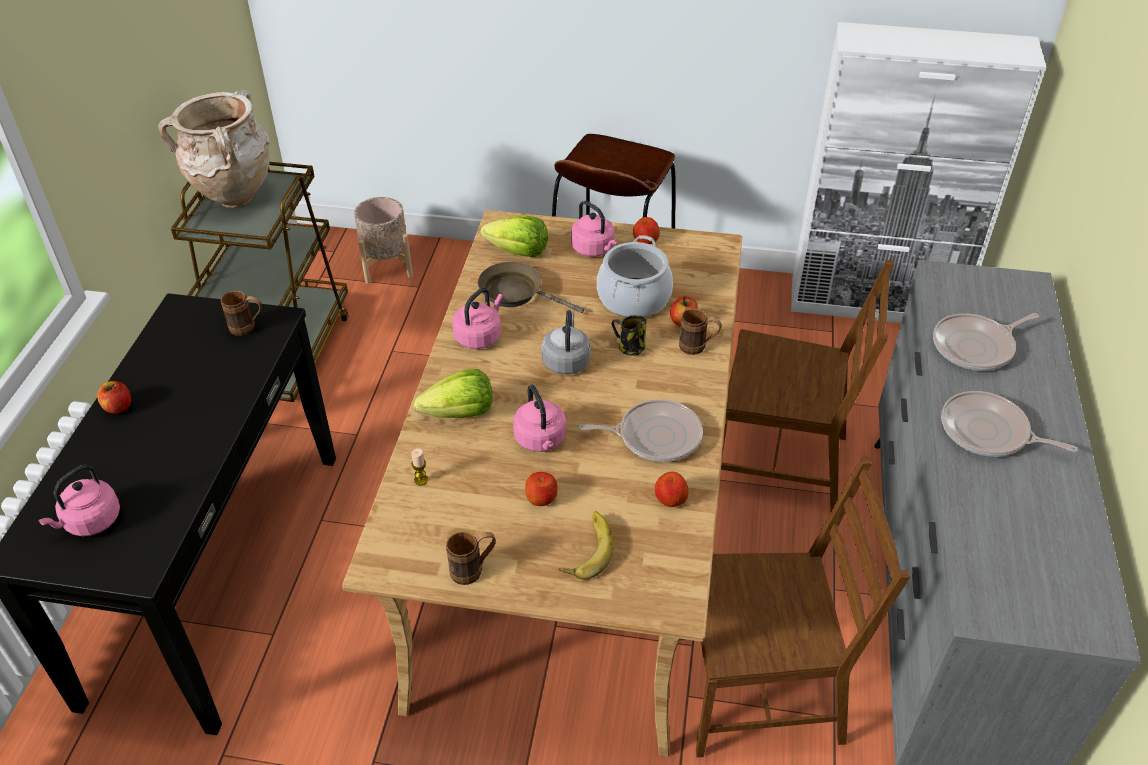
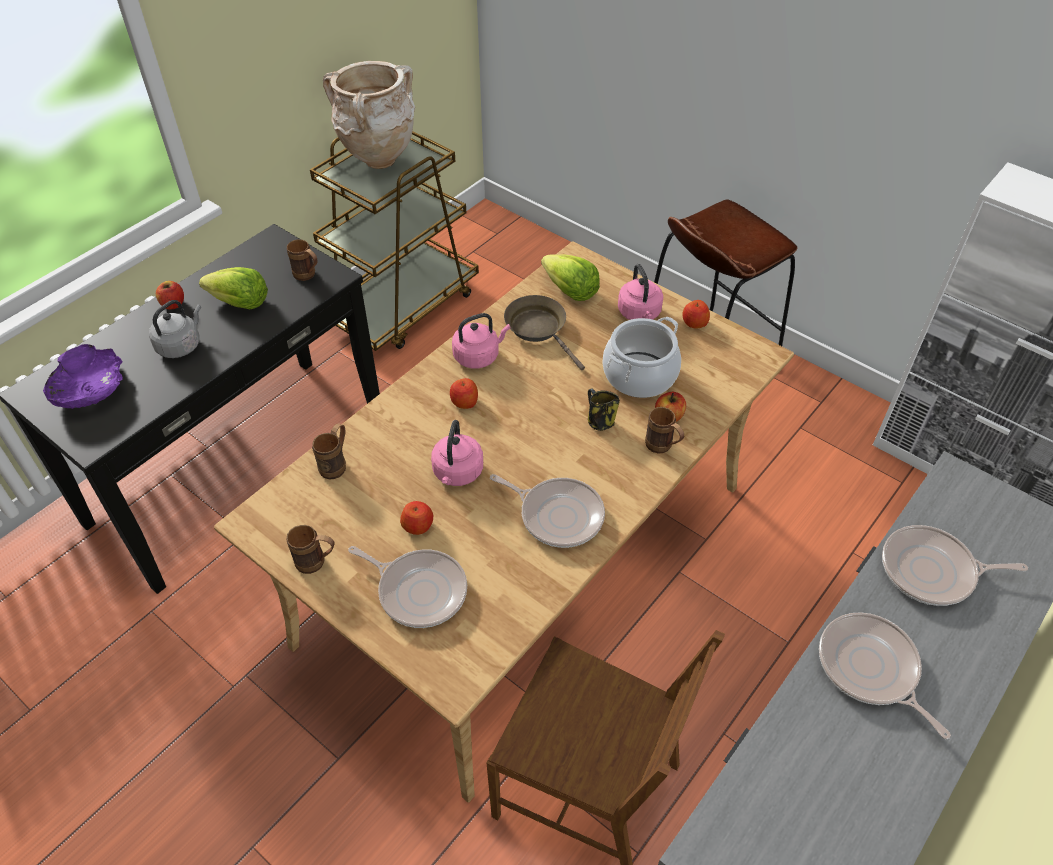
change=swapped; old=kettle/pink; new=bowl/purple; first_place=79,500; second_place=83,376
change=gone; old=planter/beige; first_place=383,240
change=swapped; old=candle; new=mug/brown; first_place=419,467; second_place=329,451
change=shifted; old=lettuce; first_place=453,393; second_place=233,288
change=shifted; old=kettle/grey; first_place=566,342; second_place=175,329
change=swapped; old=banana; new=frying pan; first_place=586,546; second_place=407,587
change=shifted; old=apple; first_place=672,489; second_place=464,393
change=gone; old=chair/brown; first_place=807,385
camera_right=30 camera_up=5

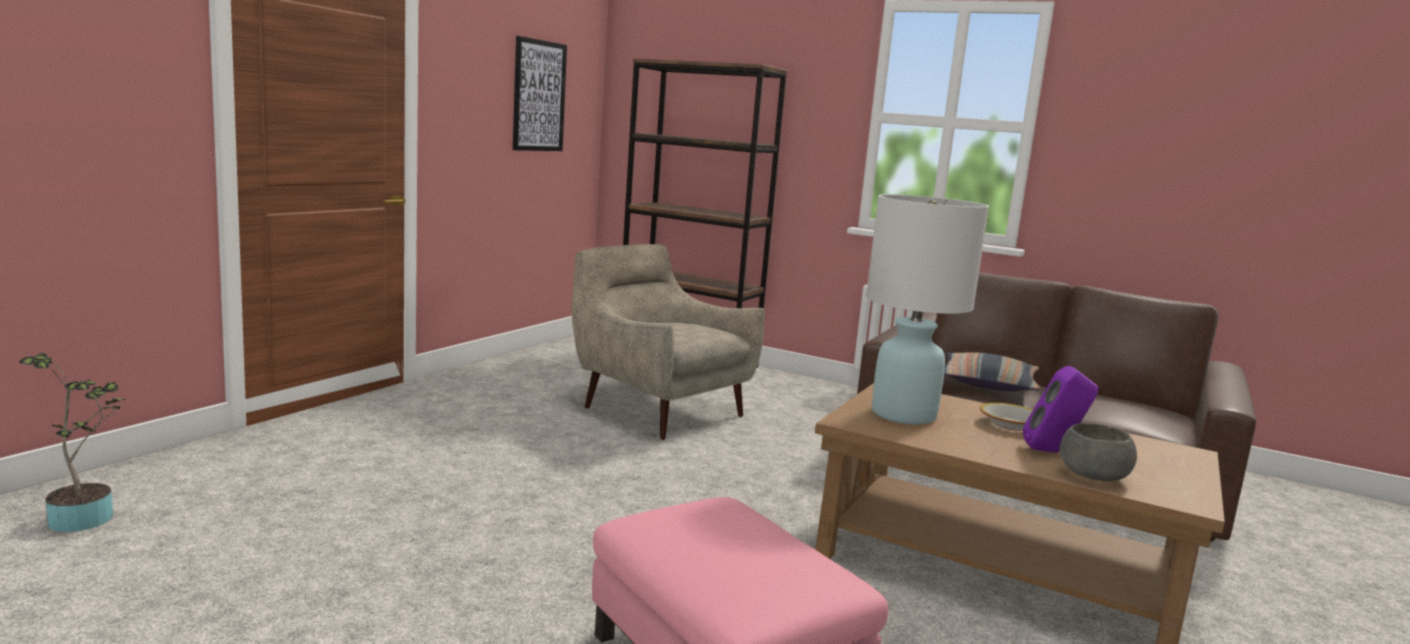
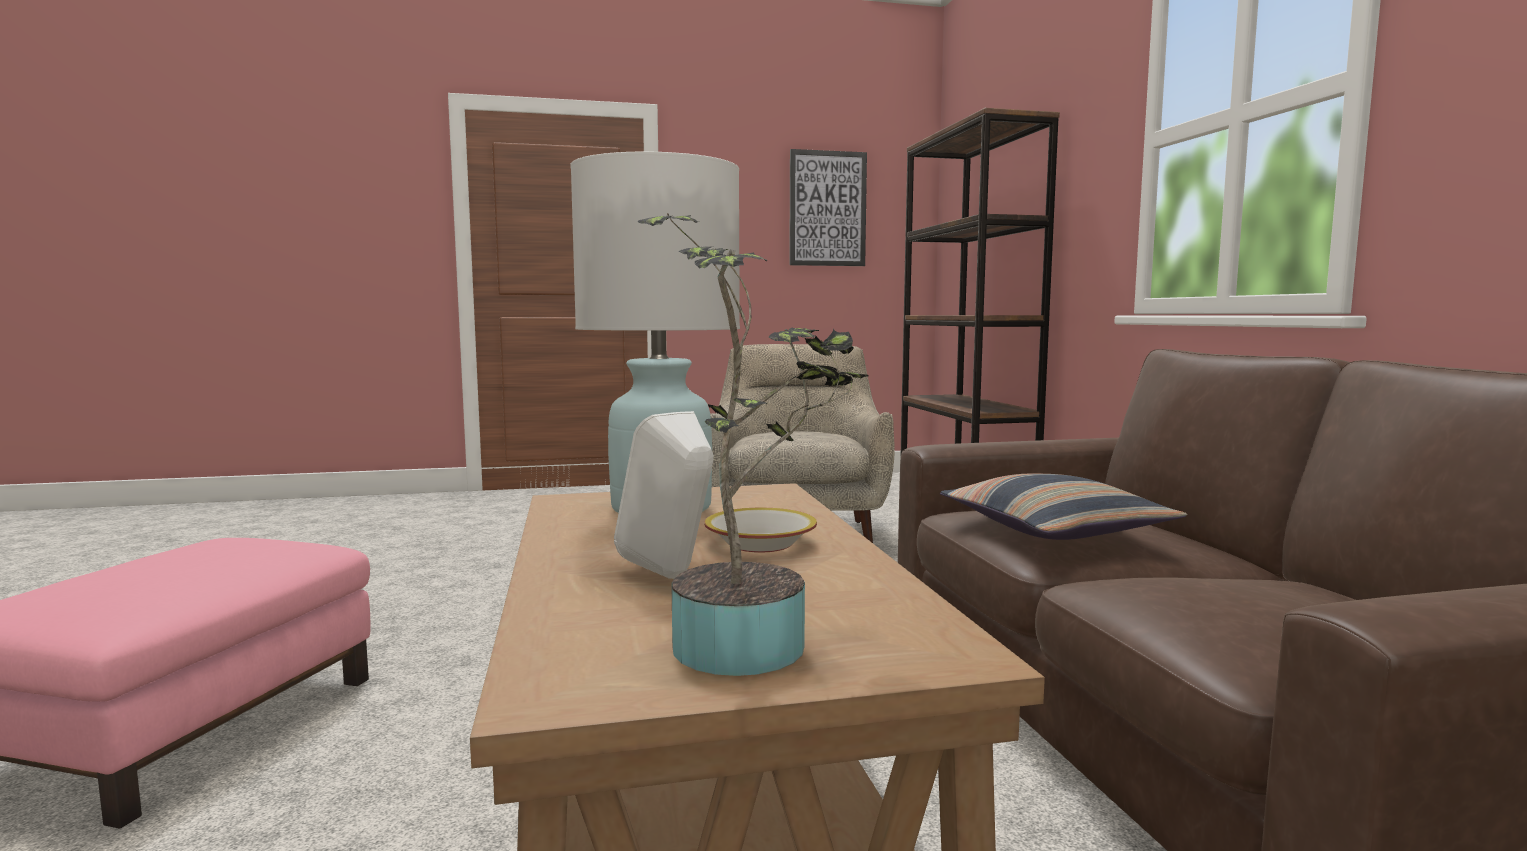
change=shifted; old=potted plant; first_place=72,442; second_place=753,444
change=repainted; old=speaker/purple; new=speaker/white; first_place=1060,409; second_place=664,495
change=gone; old=bowl/grey; first_place=1098,452
camera_right=50 camera_up=-5

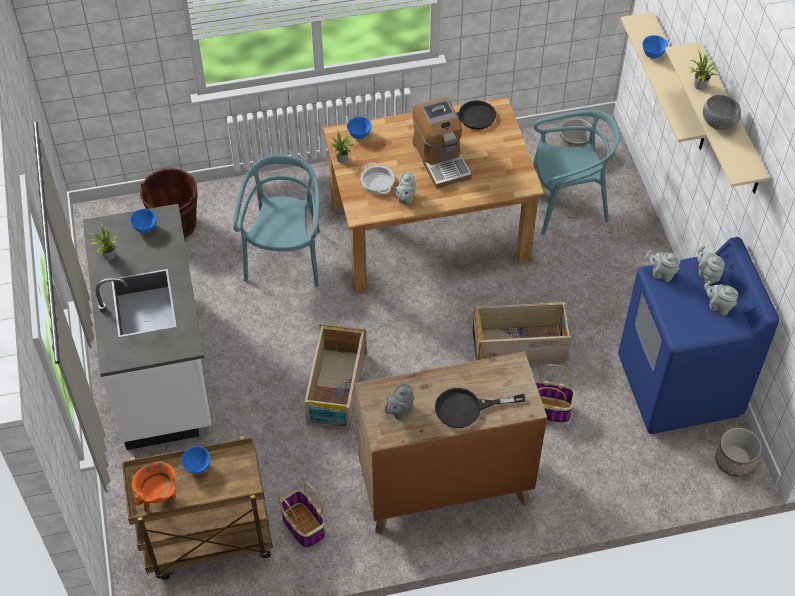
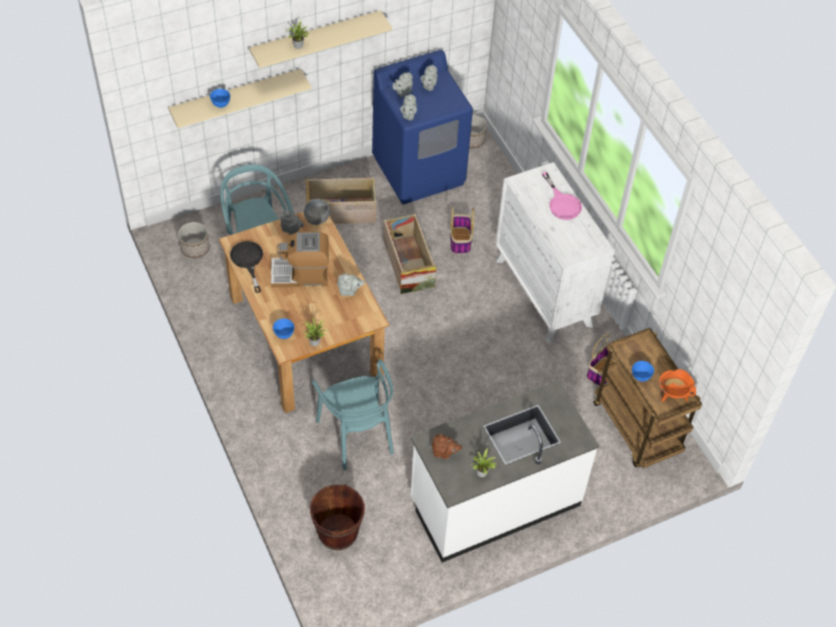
change=swapped; old=bowl/blue; new=teapot/brown; first_place=143,221; second_place=447,446
change=rotated; old=chair/turquoise; first_place=276,221; second_place=353,414; degrees=-105
change=shifted; old=crate; first_place=335,376; second_place=341,201
change=repainted; old=dresser/brown; new=dresser/white; first_place=451,443; second_place=555,253
change=gone; old=cooking pot; first_place=378,178
change=shifted; old=teapot/grey; first_place=399,401; second_place=292,223
change=rotated; old=coffee machine; first_place=442,143; second_place=300,259; degrees=-150
change=repainted; old=frying pan/black; new=frying pan/pink; first_place=480,408; second_place=562,196
change=shifted; old=bowl/grey; first_place=722,112; second_place=317,212
camera_right=-105 camera_up=0

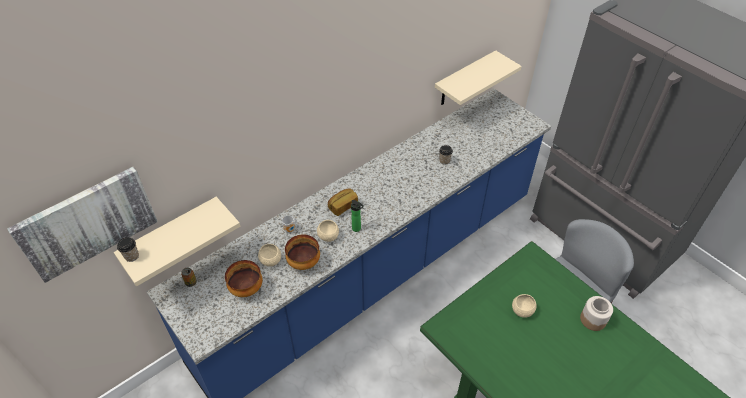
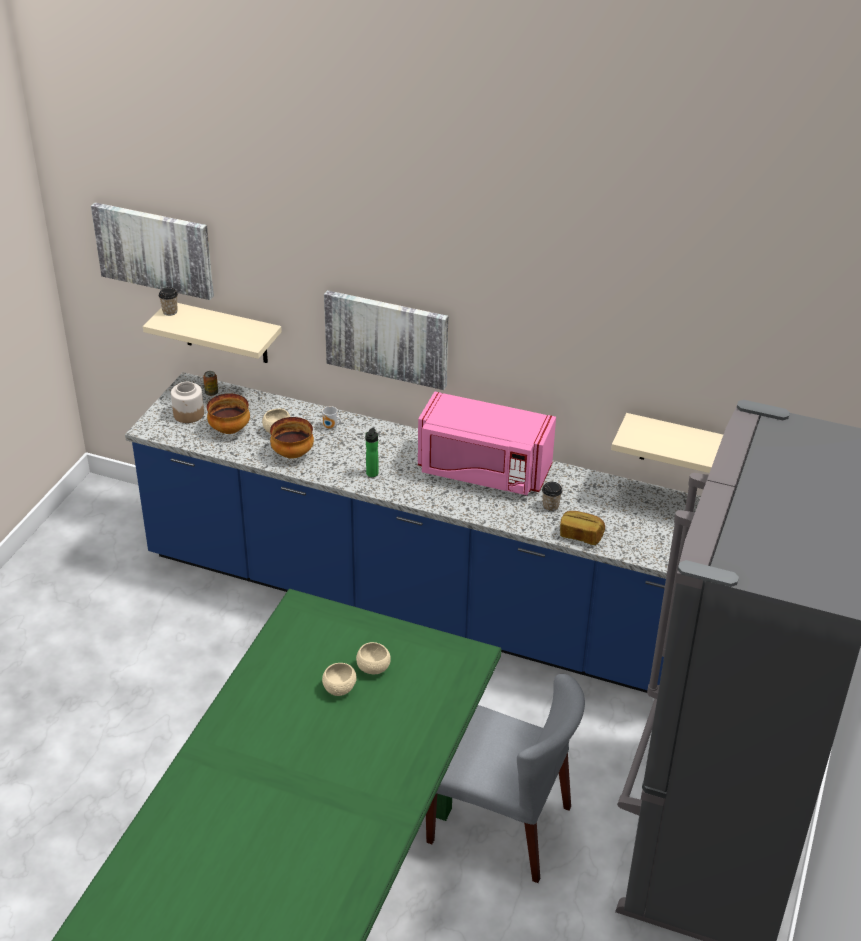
change=shifted; old=bowl/beige; first_place=328,231; second_place=339,679
change=shifted; old=bread; first_place=343,202; second_place=582,528
change=shifted; old=jar; first_place=596,313; second_place=187,402
change=new; new=picture; second_place=386,340
change=new; new=microwave/pink; second_place=487,443
camera_right=60 camera_up=-10

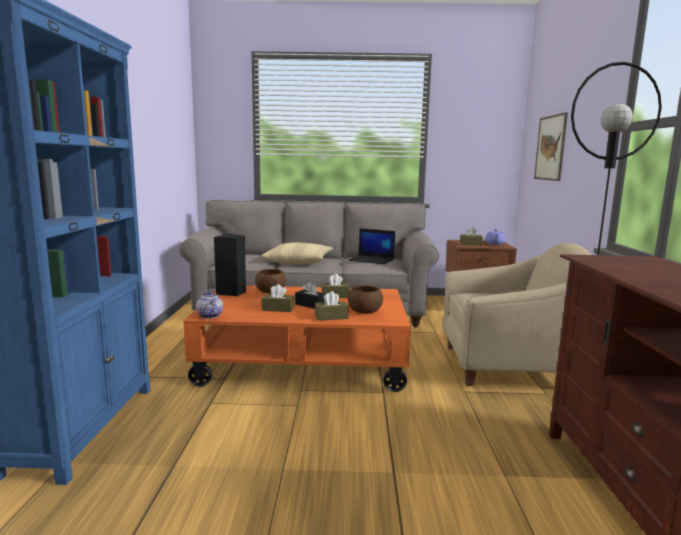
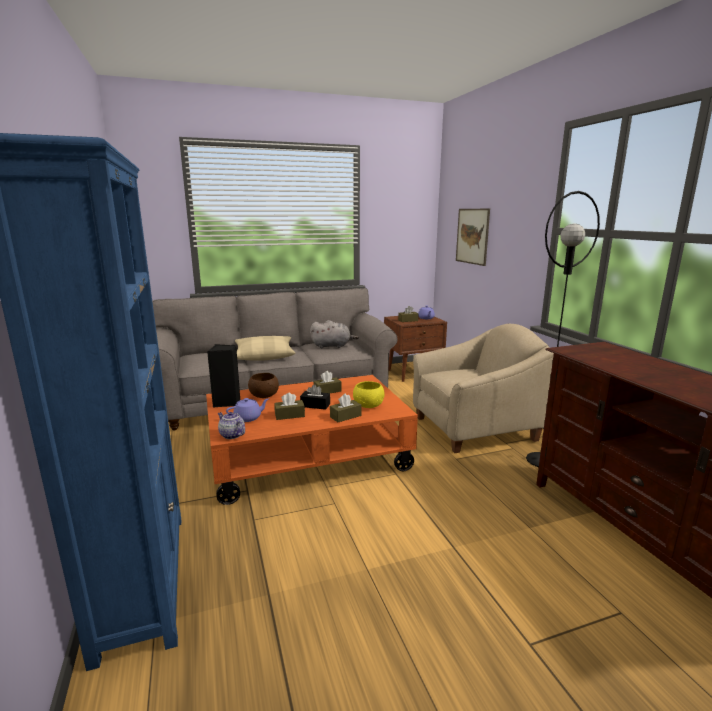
change=repainted; old=bowl/brown; new=bowl/yellow; first_place=365,299; second_place=369,394
change=swapped; old=laptop; new=plush toy/grey; first_place=372,247; second_place=334,334
change=new; new=teapot/purple; second_place=247,410
camera_right=-20 camera_up=5

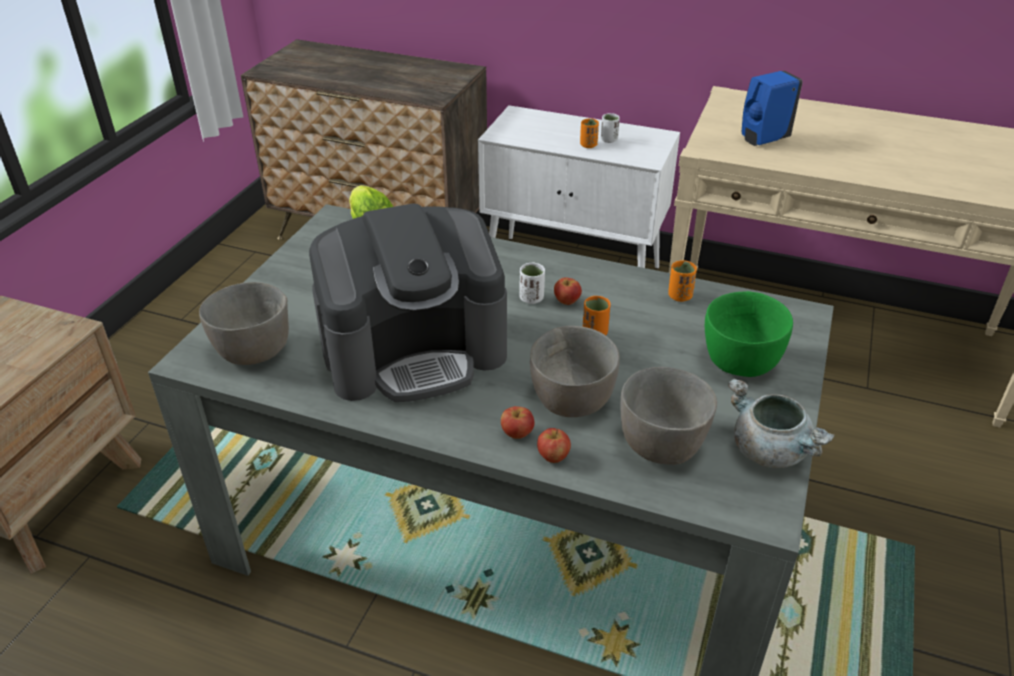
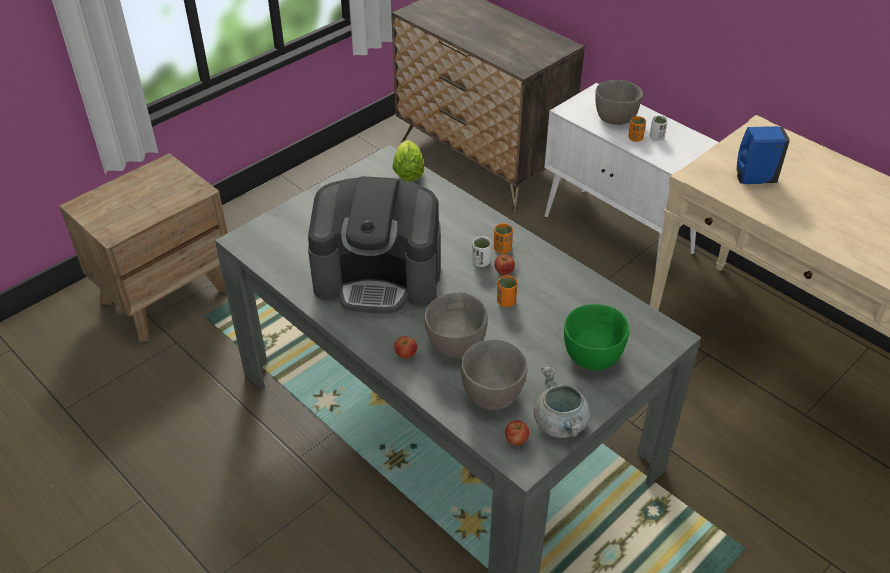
change=shifted; old=bowl/grey; first_place=244,323; second_place=619,102
change=shifted; old=apple; first_place=554,445; second_place=517,433
change=shifted; old=cup/orange; first_place=682,281; second_place=503,238
camera_right=25 camera_up=5

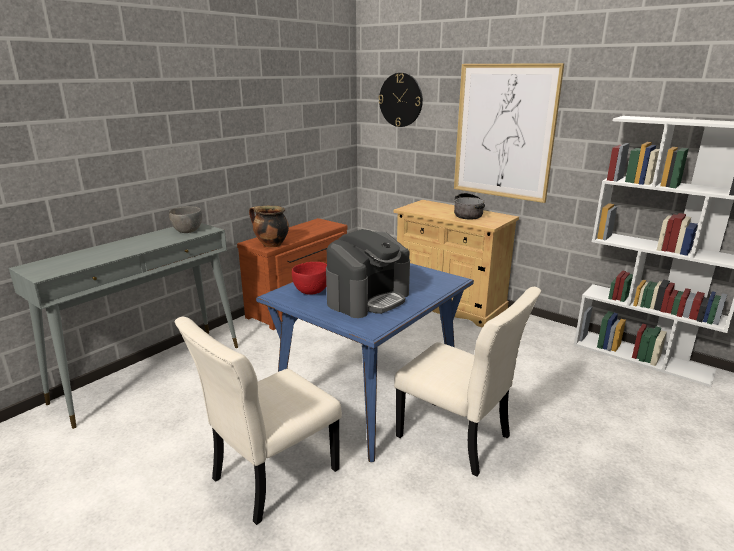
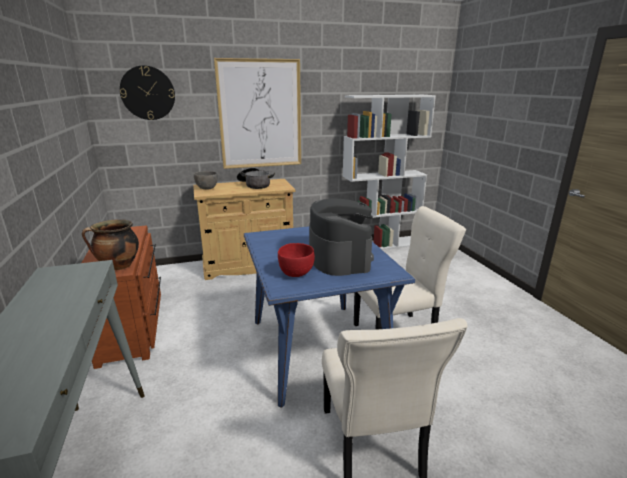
change=shifted; old=bowl/grey; first_place=185,219; second_place=206,180
camera_right=-55 camera_up=0

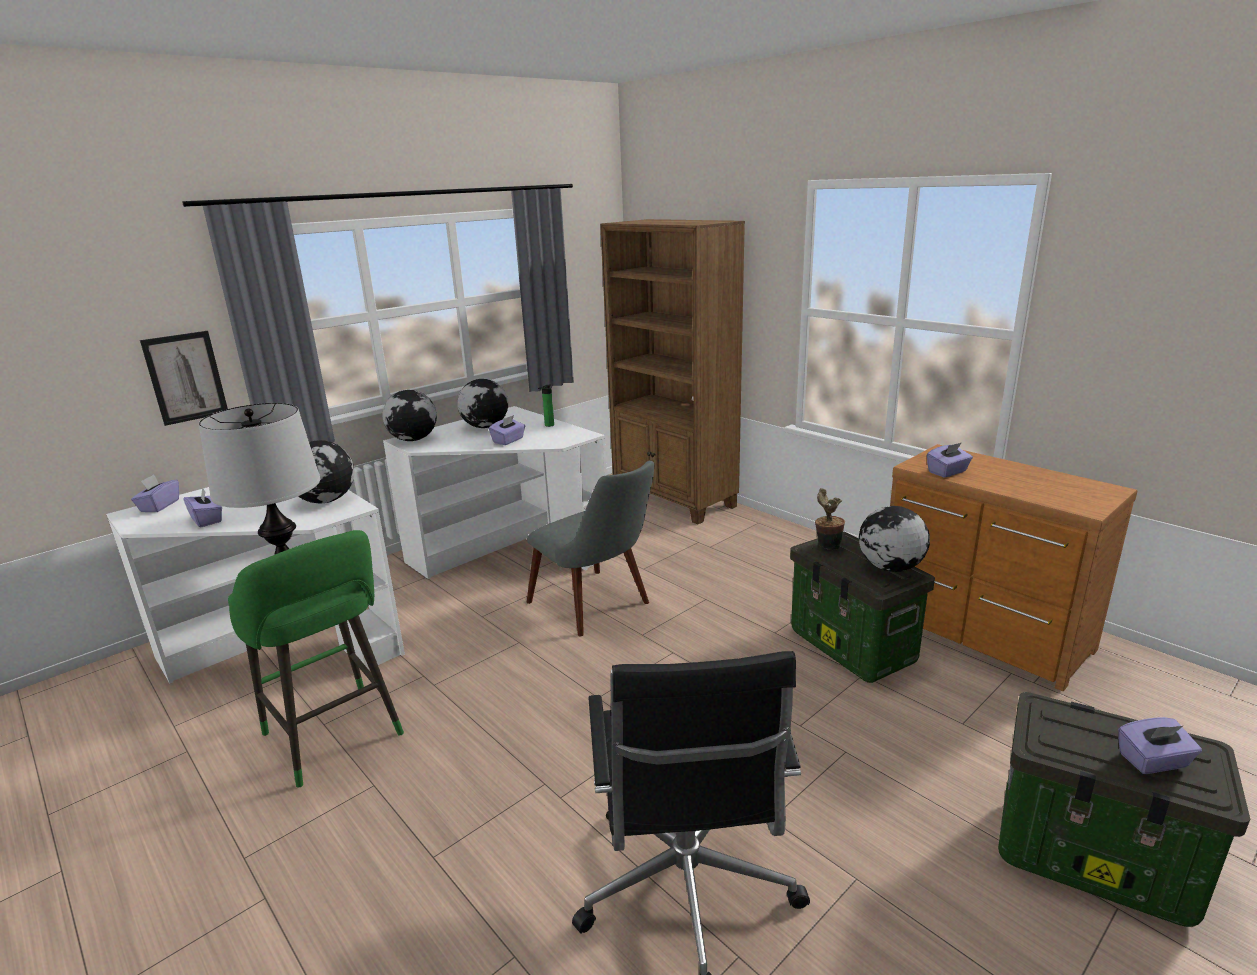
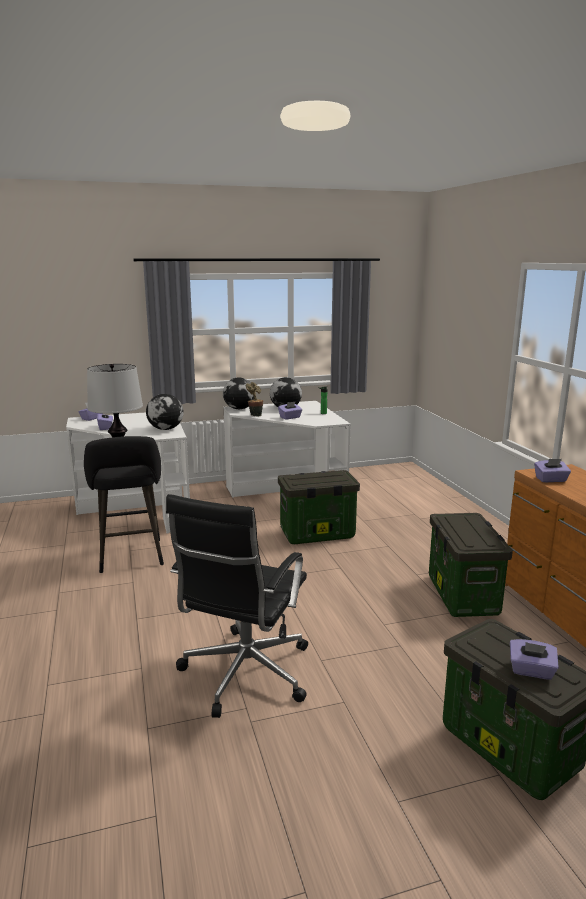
change=gone; old=picture; first_place=184,378
change=repainted; old=stool/green; new=stool/black; first_place=316,659; second_place=124,504
change=swapped; old=chair/grey; new=storage box; first_place=590,548; second_place=319,507
change=gone; old=bookcase/brown; first_place=672,371
change=shifted; old=potted plant; first_place=830,519; second_place=254,399
change=gone; old=globe; first_place=894,539
camera_right=25 camera_up=-5

